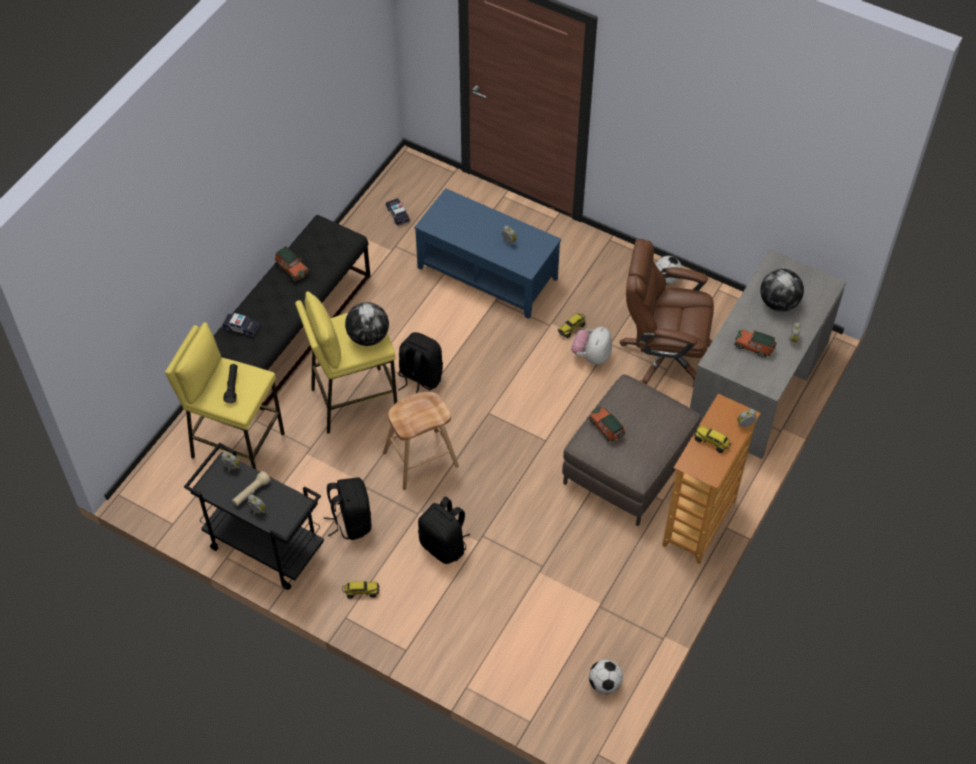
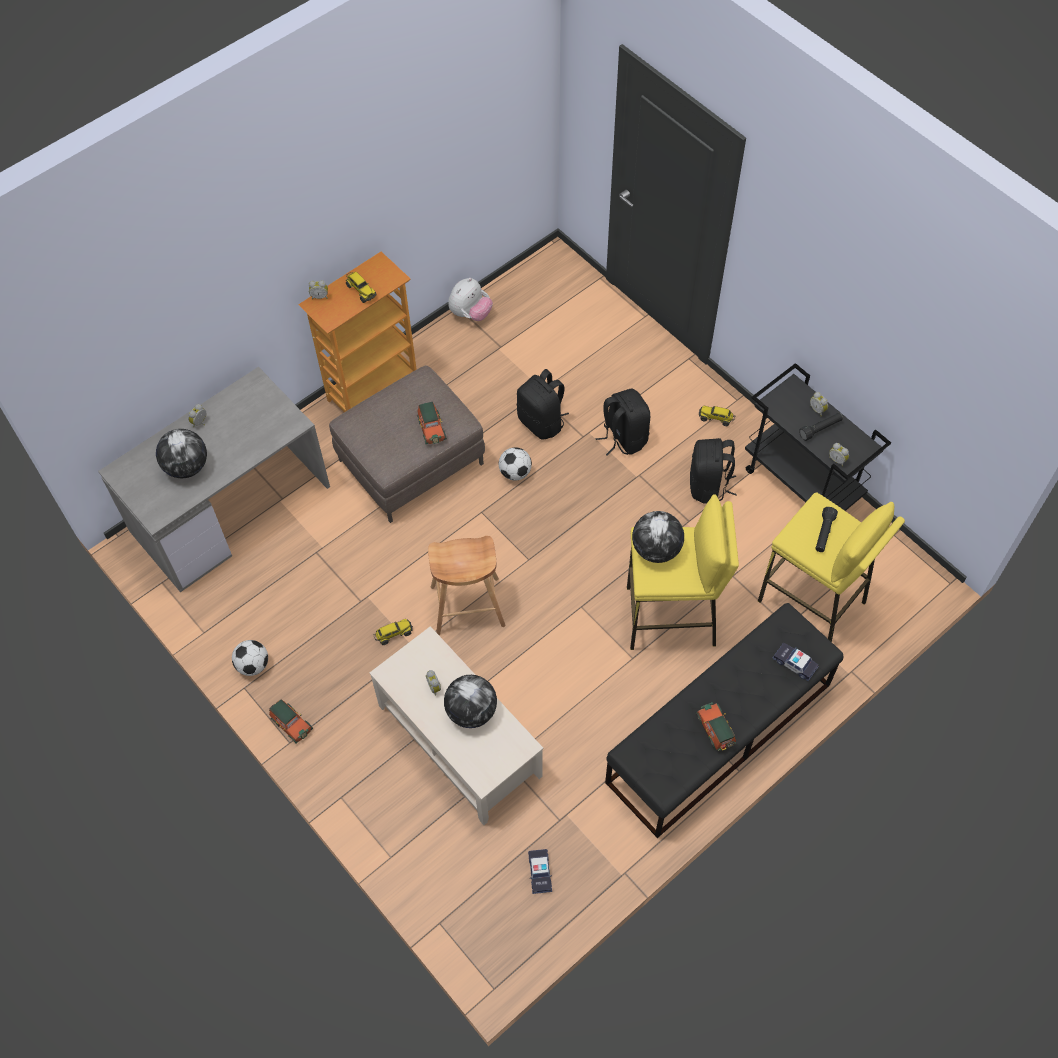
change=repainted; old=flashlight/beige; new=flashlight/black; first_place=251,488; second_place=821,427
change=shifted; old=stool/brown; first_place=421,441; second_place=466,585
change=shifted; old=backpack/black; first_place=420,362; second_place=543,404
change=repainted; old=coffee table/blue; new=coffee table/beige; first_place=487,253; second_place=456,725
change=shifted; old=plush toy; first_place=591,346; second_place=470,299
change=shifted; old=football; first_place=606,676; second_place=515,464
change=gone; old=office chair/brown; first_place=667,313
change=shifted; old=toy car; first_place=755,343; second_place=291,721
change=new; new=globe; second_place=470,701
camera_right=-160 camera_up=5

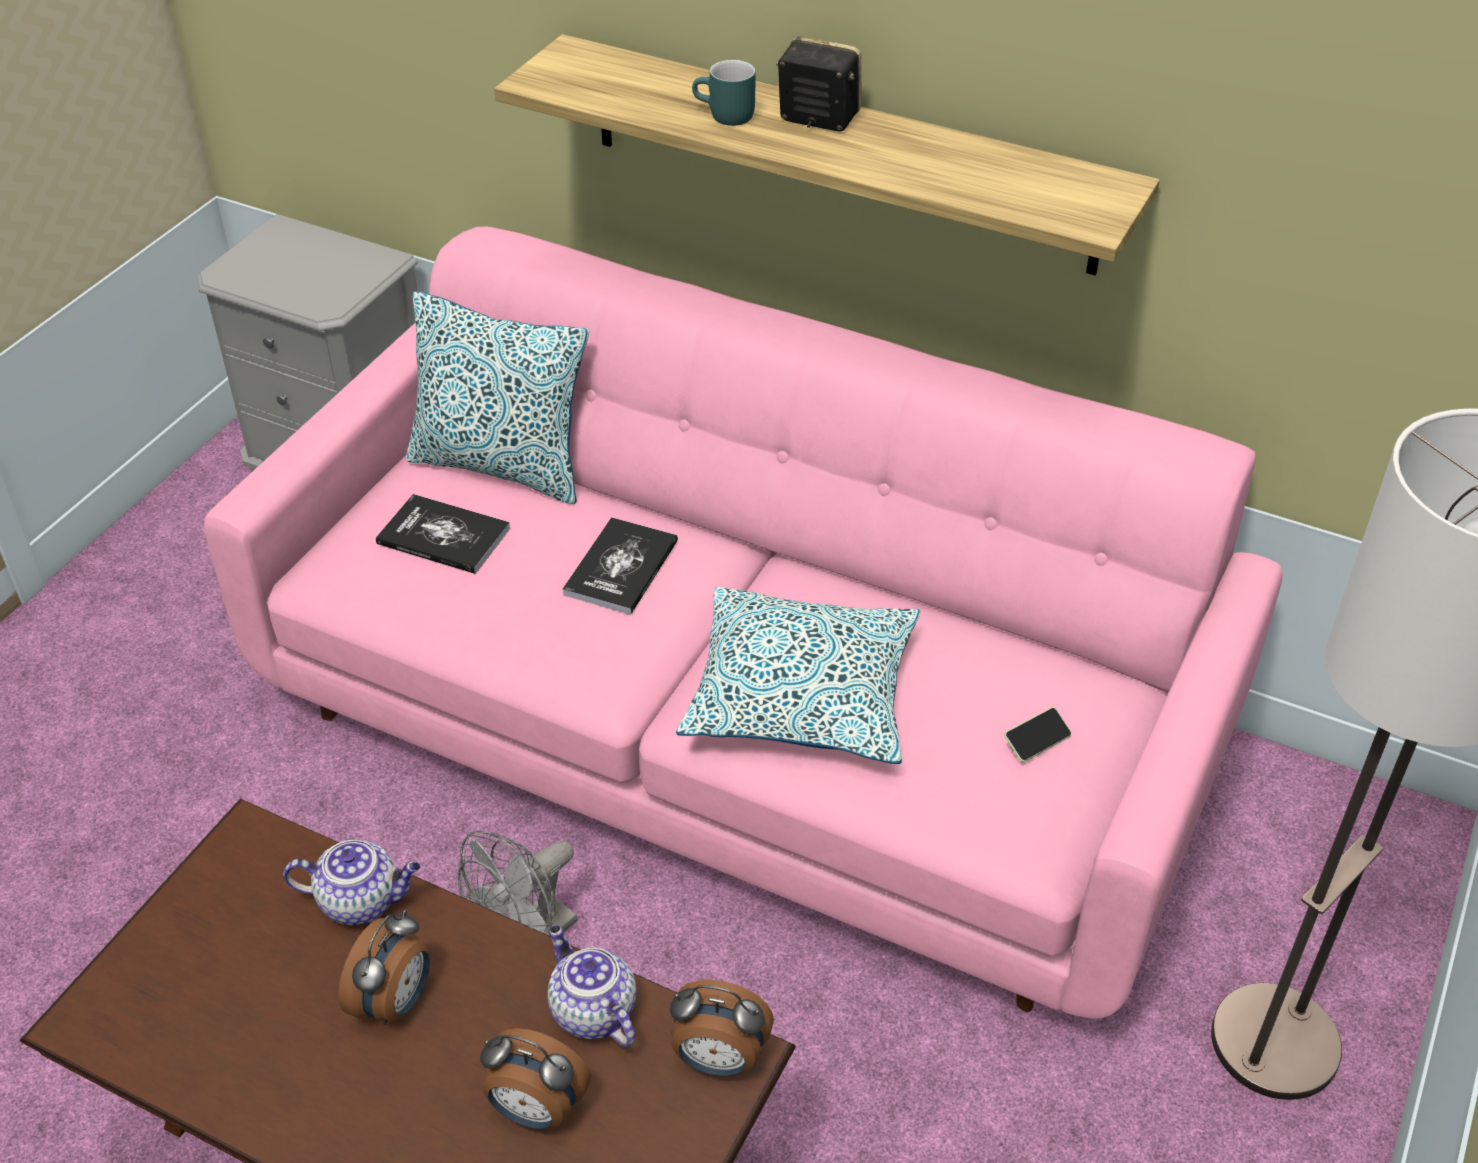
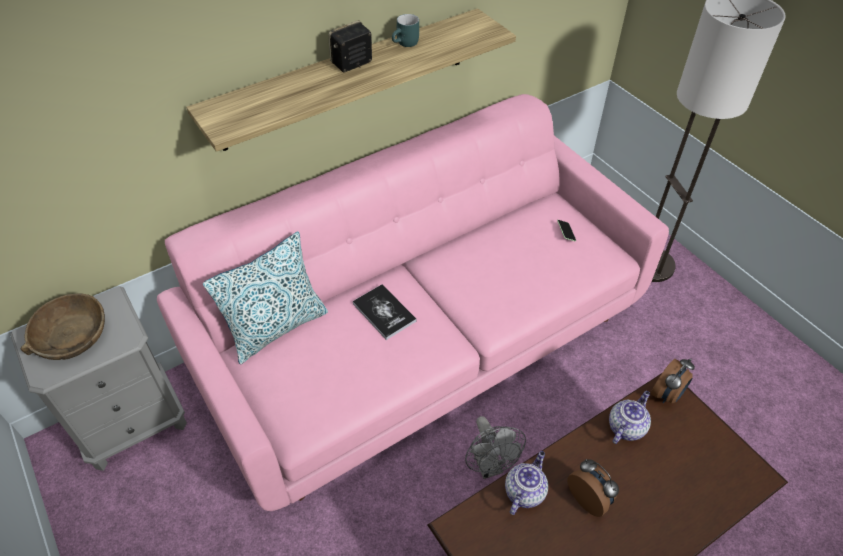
change=gone; old=book; first_place=443,534
change=gone; old=alarm clock; first_place=535,1078
change=rotated; old=teapot; first_place=592,986; second_place=630,417; degrees=135
change=gone; old=pillow; first_place=798,675
change=shifted; old=mug/turquoise; first_place=724,93; second_place=405,30
change=new; new=bowl/brown; second_place=63,327
camera_right=-60 camera_up=5

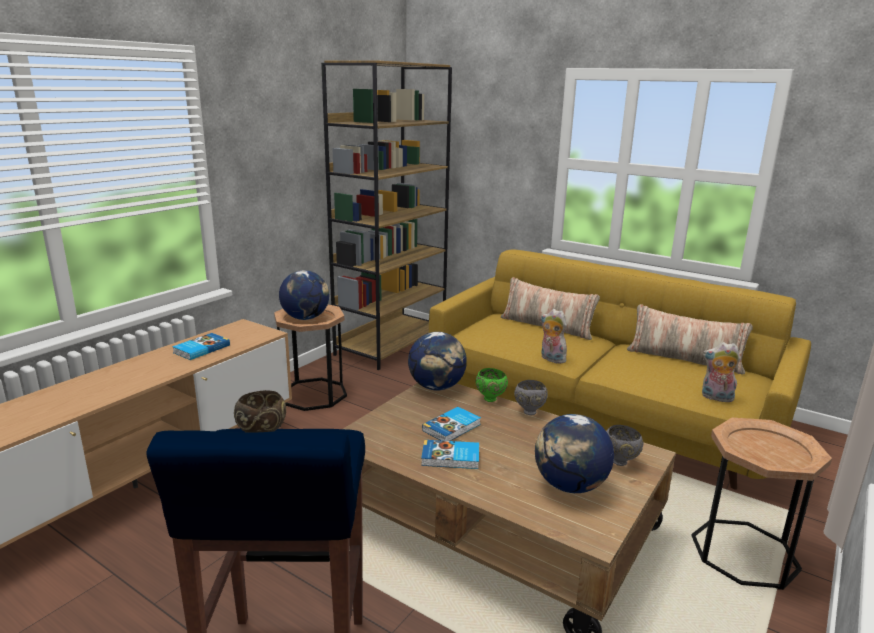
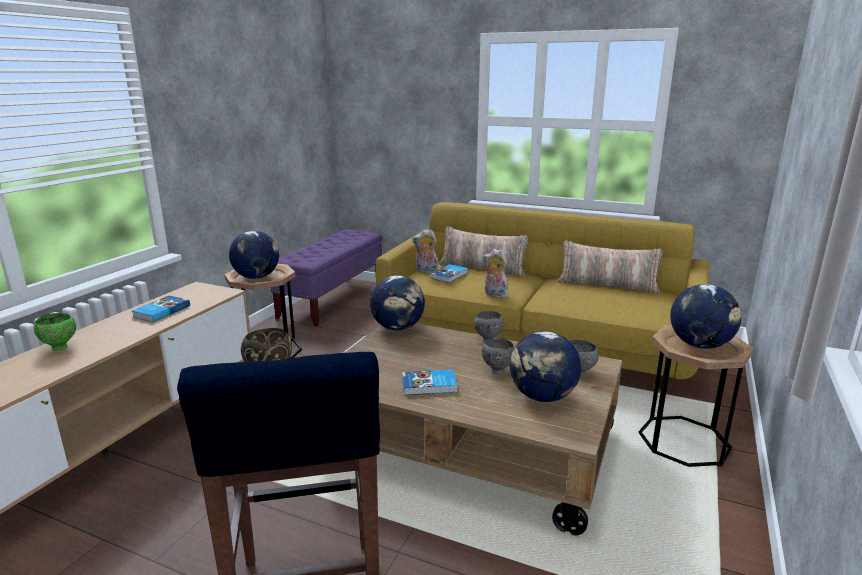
change=swapped; old=bookcase/brown; new=bench/purple; first_place=386,215; second_place=326,278
change=shifted; old=book; first_place=451,424; second_place=449,273
change=shifted; old=bowl/green; first_place=492,385; second_place=55,332
change=shifted; old=plush toy; first_place=721,372; second_place=425,251
change=new; new=bowl/grey; second_place=498,356
change=new; new=globe; second_place=705,316
camera_right=-10 camera_up=0

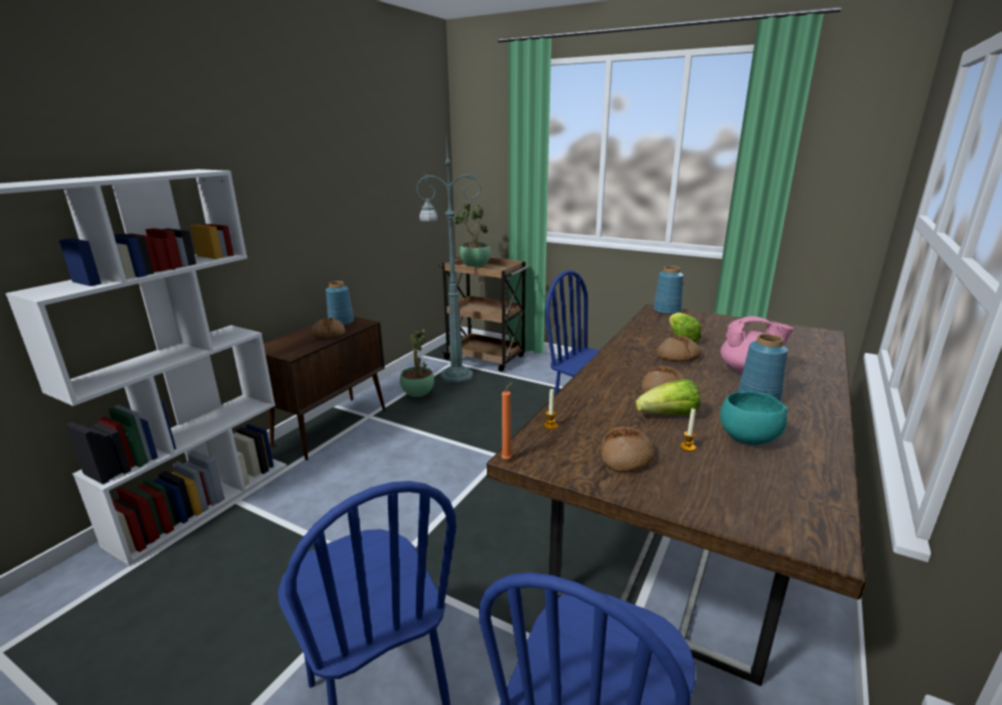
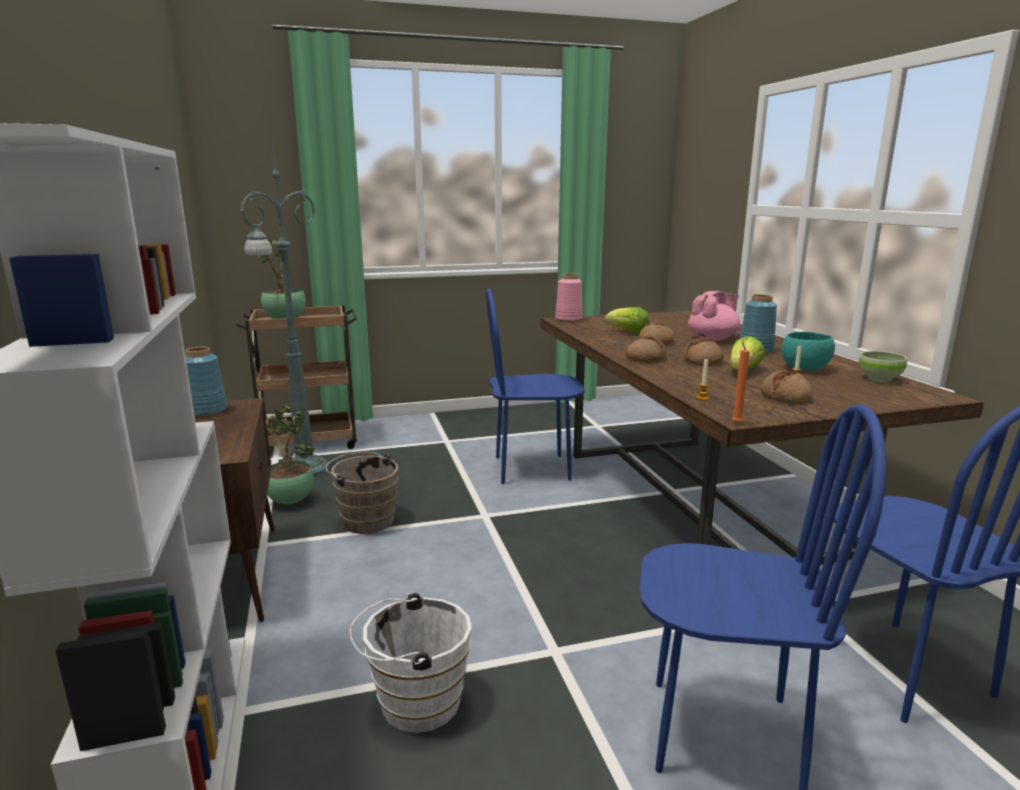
change=shifted; old=bread; first_place=329,327; second_place=646,349
change=repainted; old=vase/blue; new=vase/pink; first_place=668,290; second_place=569,297
change=new; new=bucket/brown; second_place=361,493
change=new; new=bucket/white; second_place=410,663
change=new; new=bowl/green; second_place=883,366
camera_right=-45 camera_up=-5

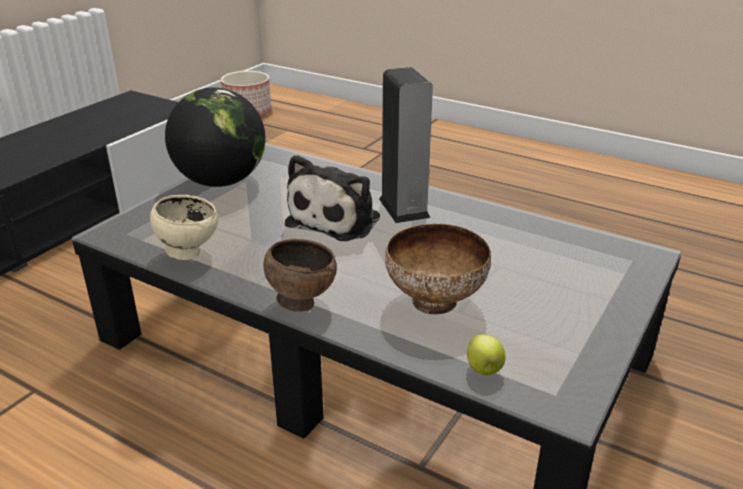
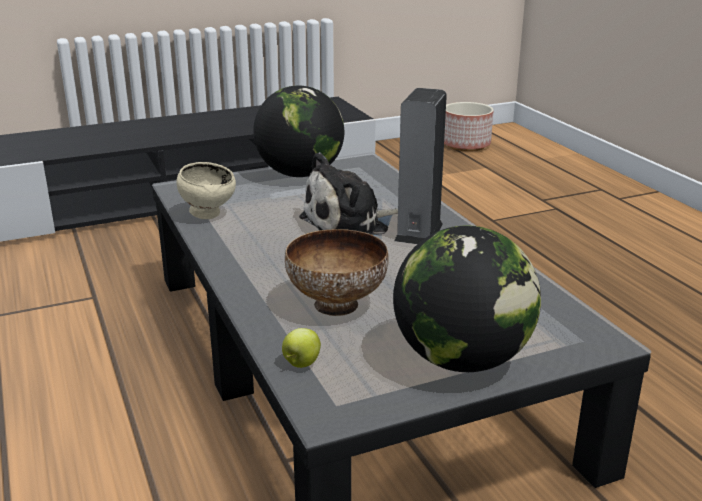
change=gone; old=bowl/brown; first_place=300,275
change=new; new=globe; second_place=467,299
camera_right=35 camera_up=-5

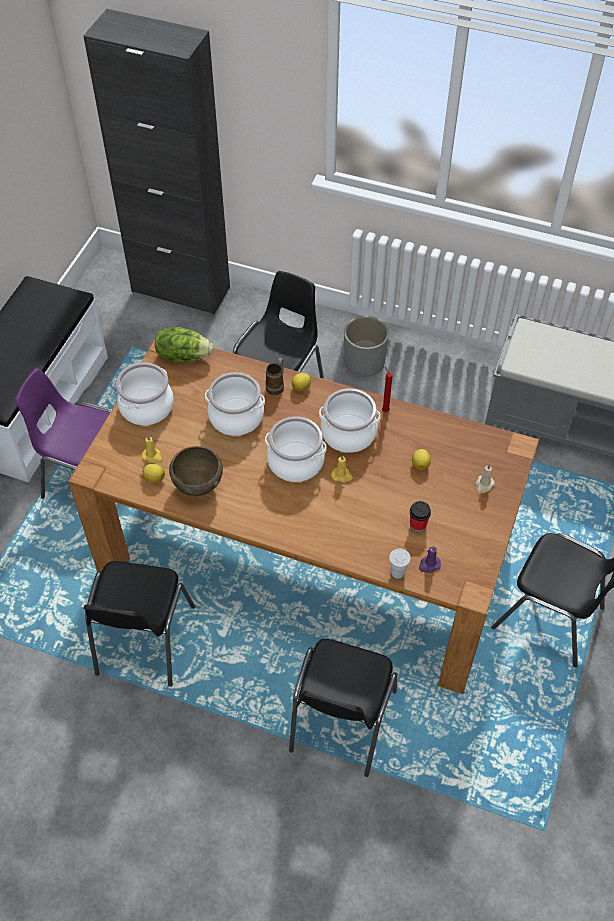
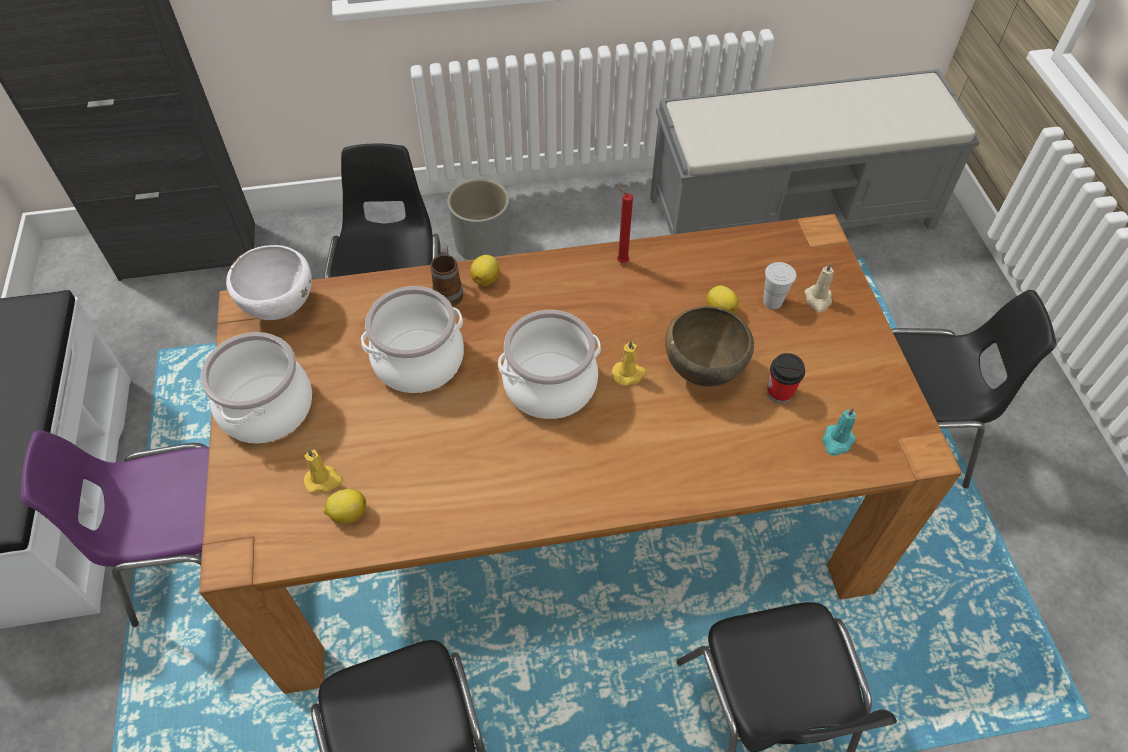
change=swapped; old=lettuce; new=bowl/white; first_place=184,344; second_place=269,282
change=shifted; old=bowl/brown; first_place=196,471; second_place=709,346
change=gone; old=cooking pot; first_place=349,420
change=shifted; old=cup/white; first_place=400,564; second_place=780,285
change=repainted; old=candle/purple; new=candle/turquoise; first_place=430,559; second_place=839,431
camera_right=-30 camera_up=0

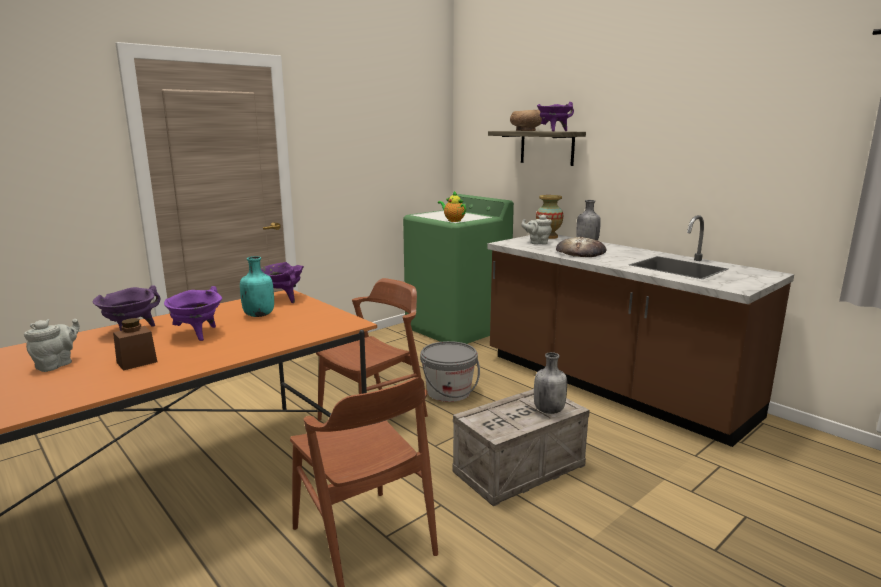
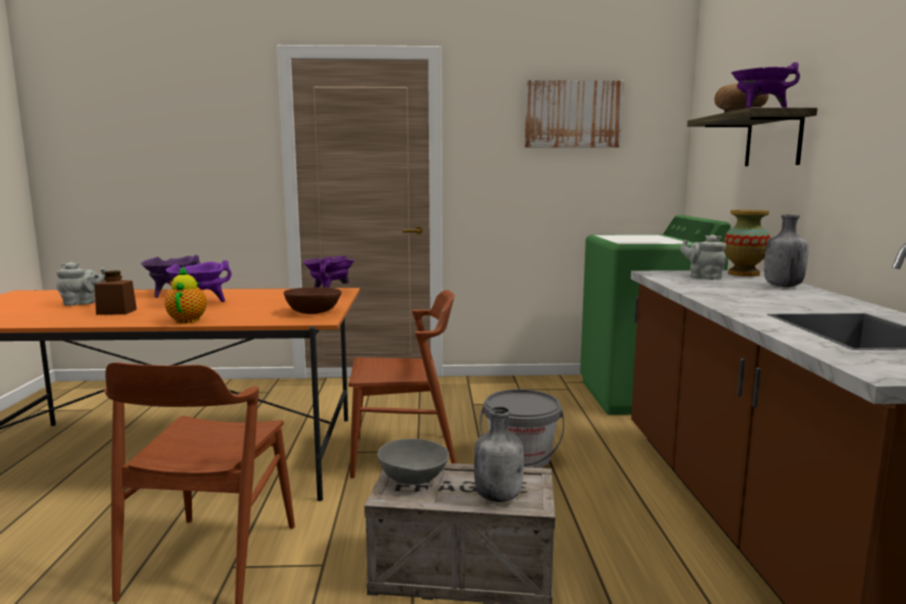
change=gone; old=bottle/turquoise; first_place=257,286
change=shifted; old=teapot; first_place=452,206; second_place=186,295
change=gone; old=bread; first_place=581,247
change=new; new=bowl/brown; second_place=313,300
change=new; new=bowl/grey; second_place=413,462
change=new; new=picture; second_place=574,114
camera_right=40 camera_up=-5

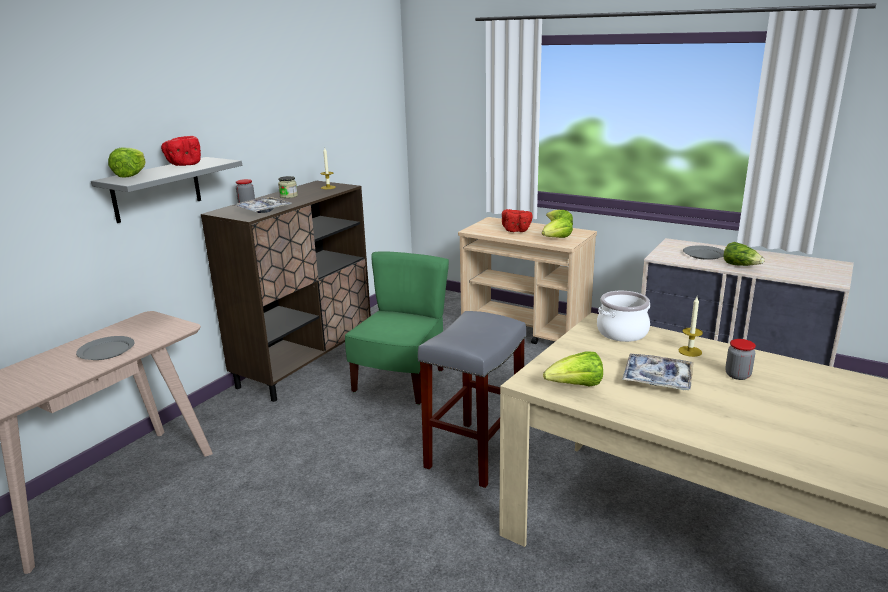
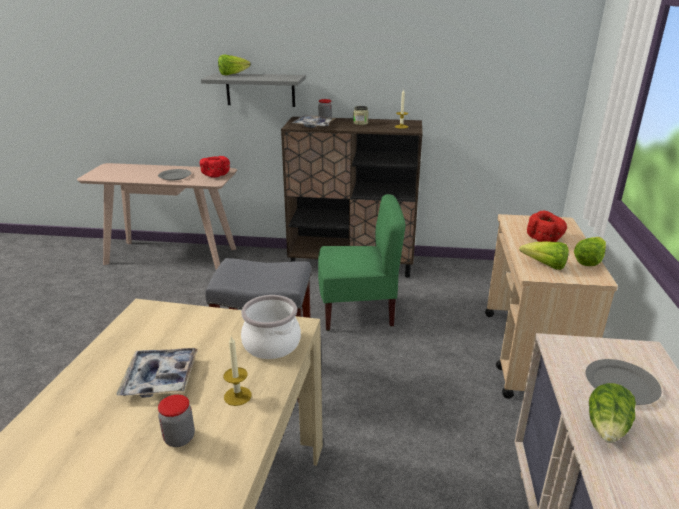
change=shifted; old=bowl/red; first_place=181,151; second_place=215,167
change=gone; old=lettuce; first_place=573,369
camera_right=65 camera_up=5

